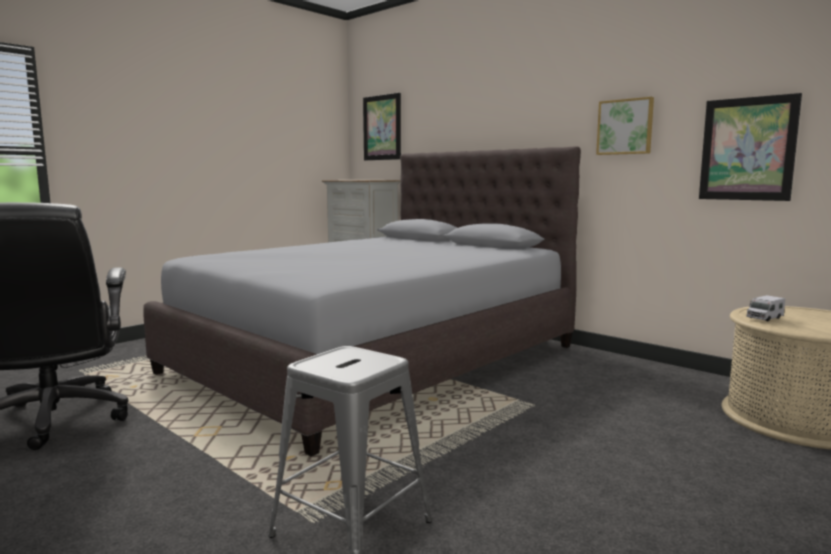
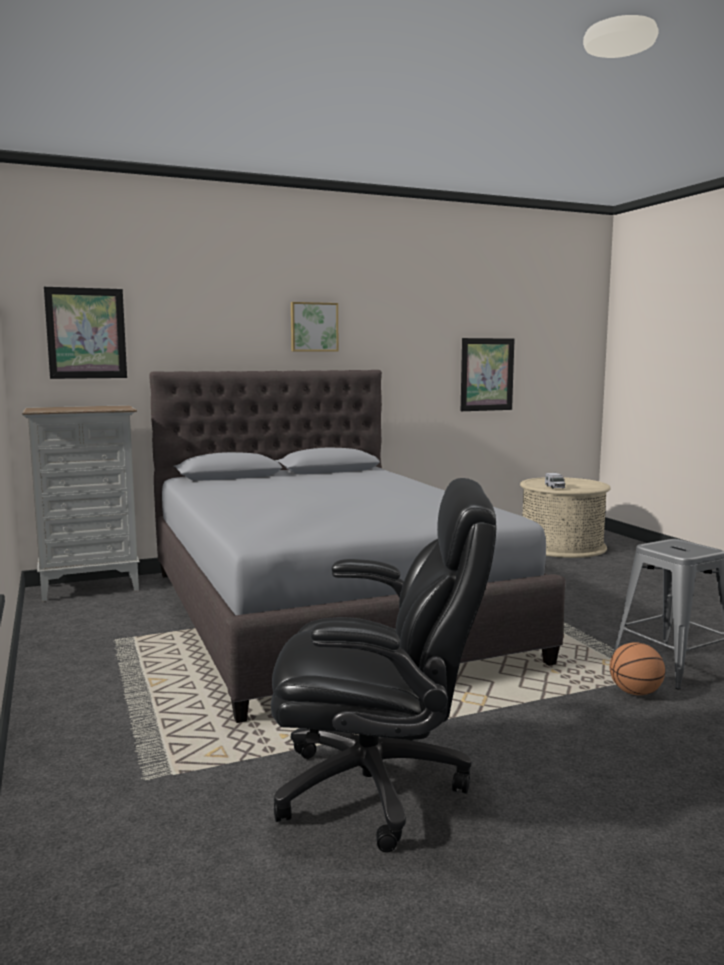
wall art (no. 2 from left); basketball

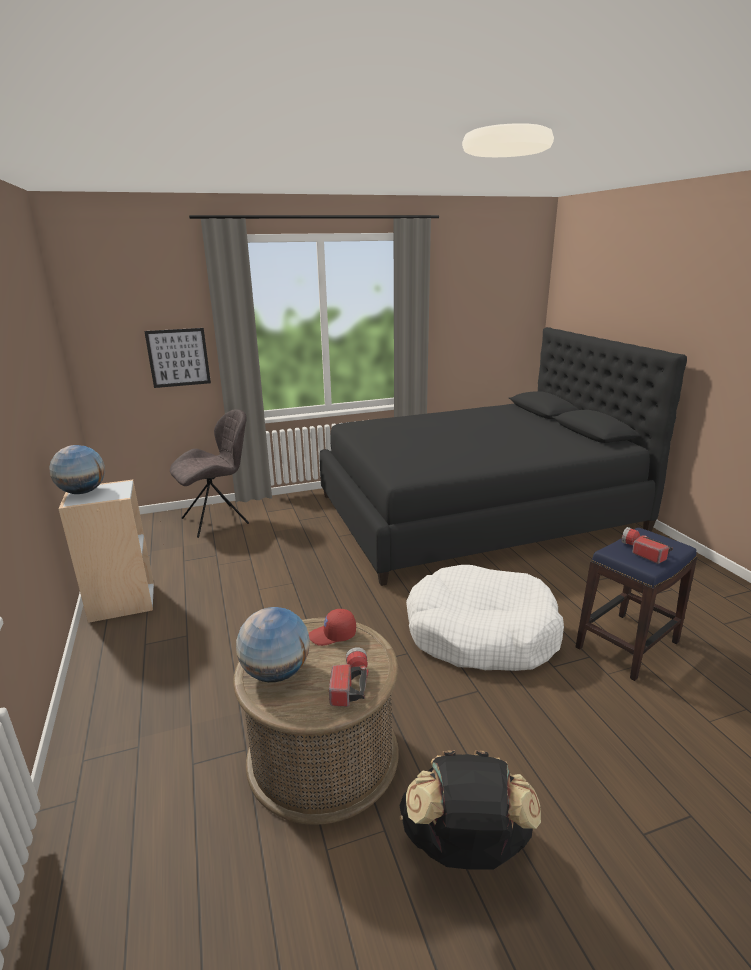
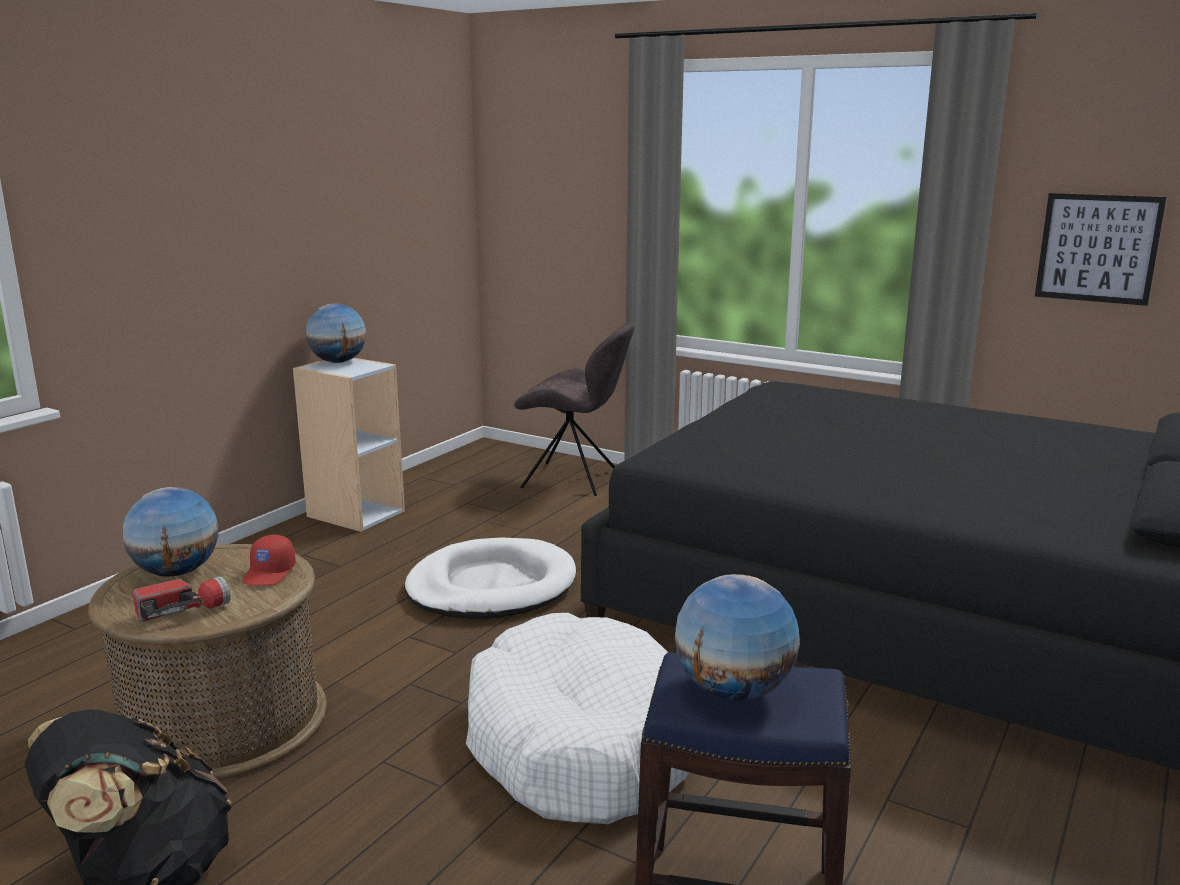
red baseball cap; white-coloured pet bed (no. 1 from left); globe (no. 3 from left); wall art

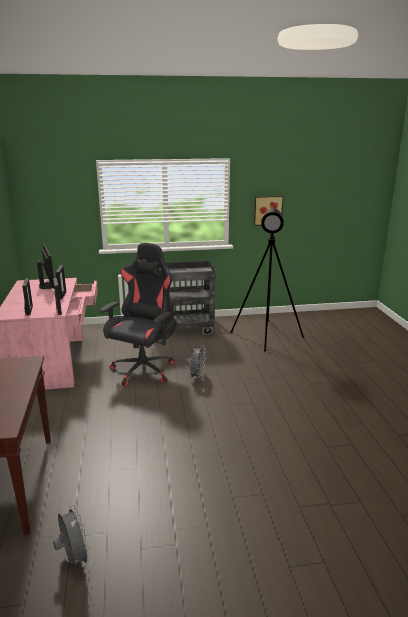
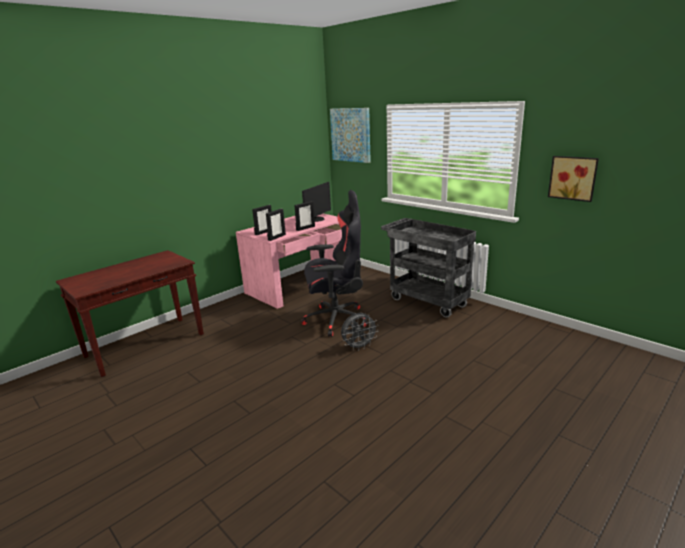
wall art (no. 1 from left); gray electric fan (no. 1 from left in the first image); black floor lamp

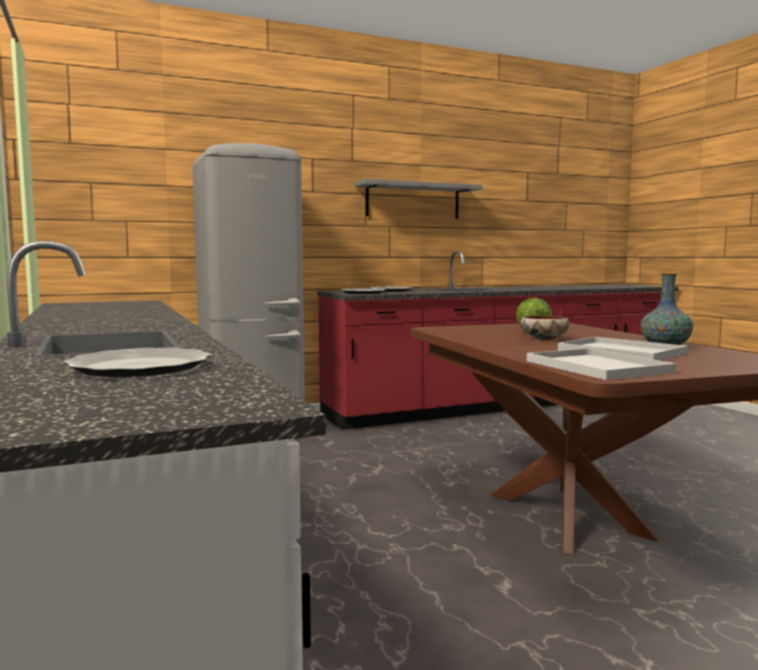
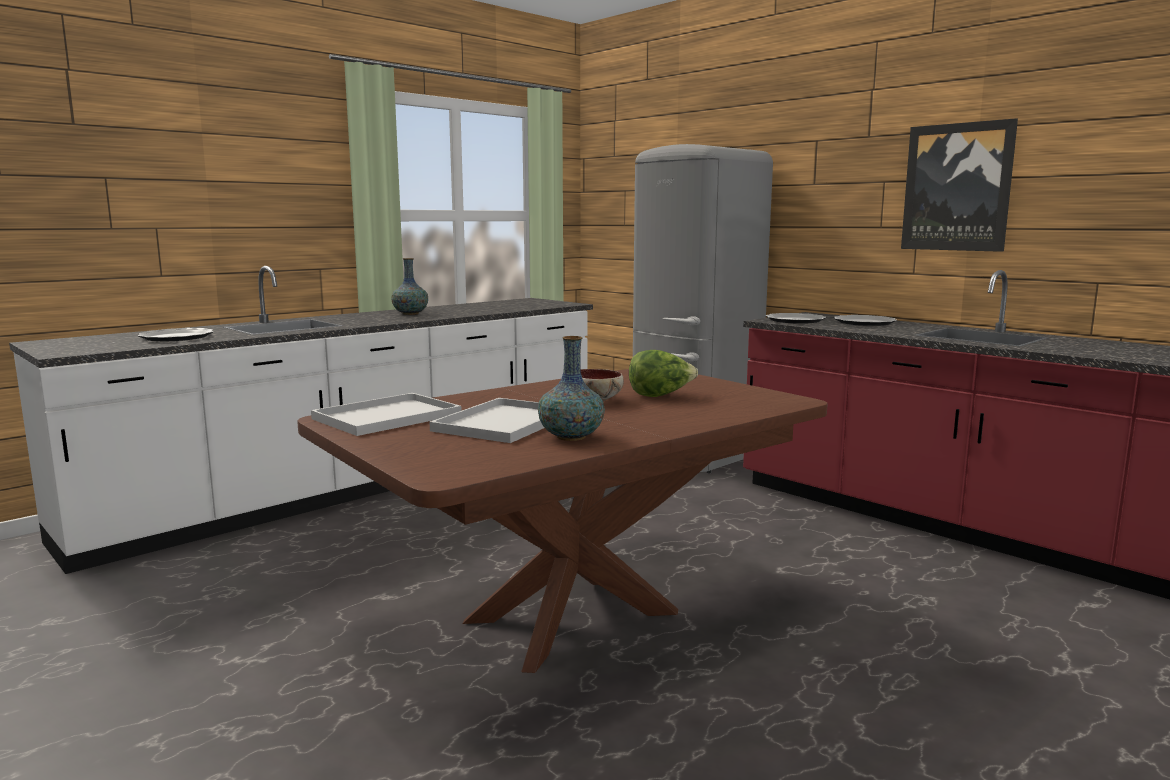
decorative vase (no. 1 from left); wall art

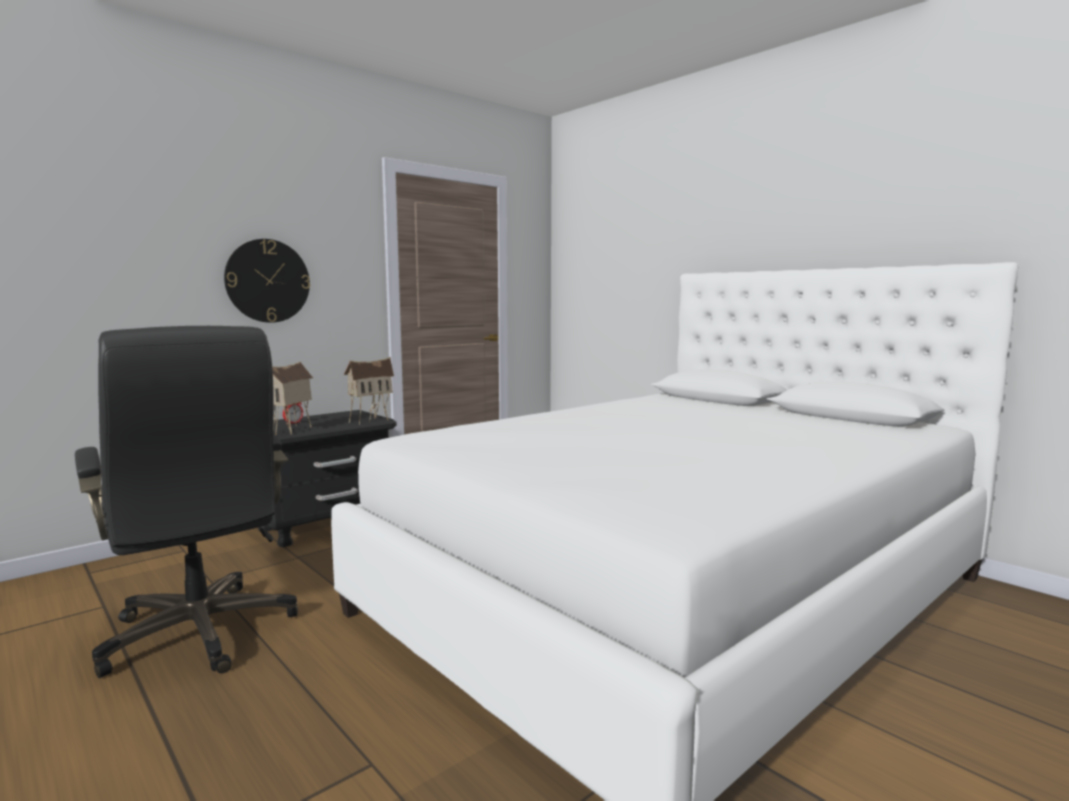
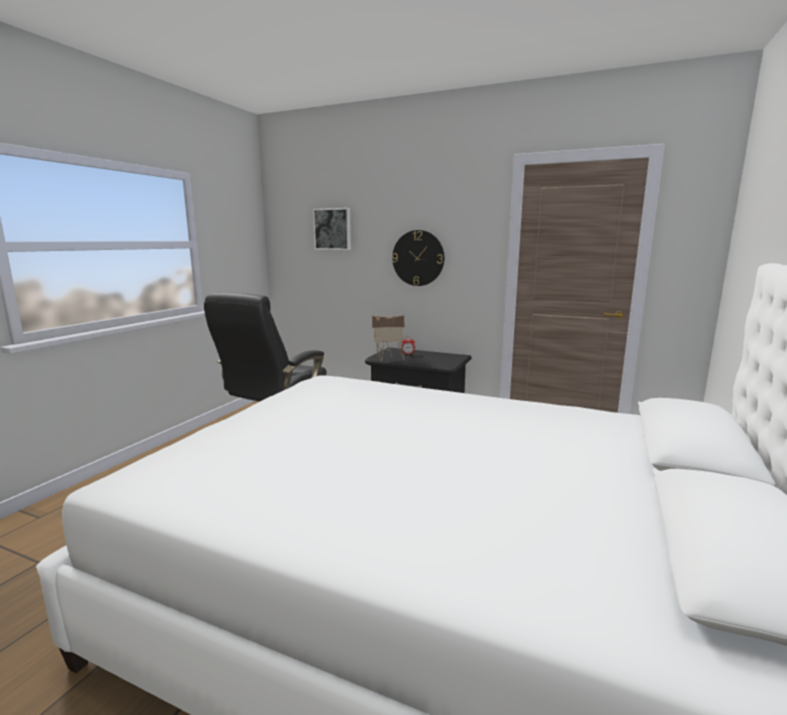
wall art; miniature house (no. 2 from left in the first image)

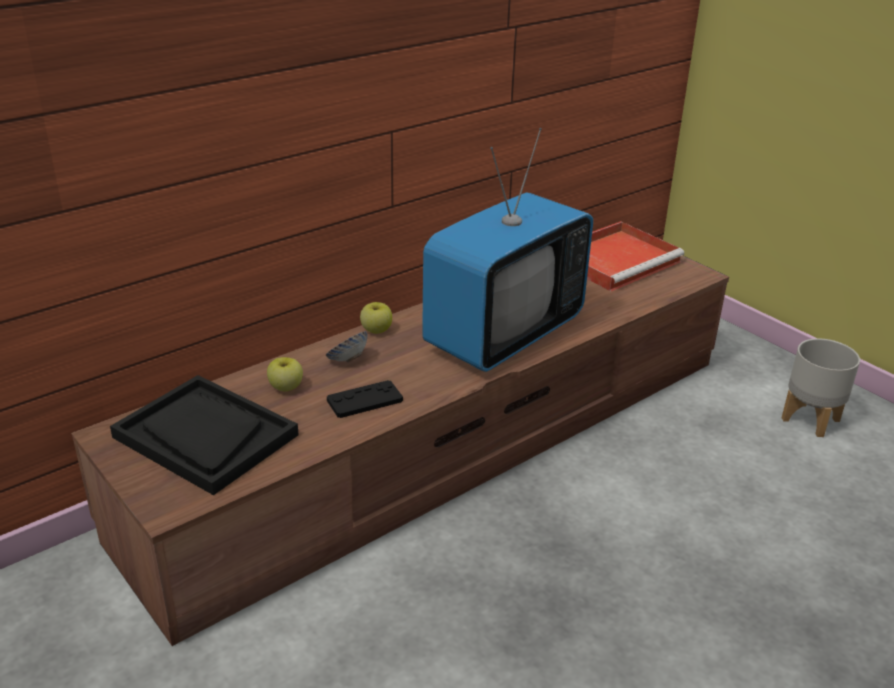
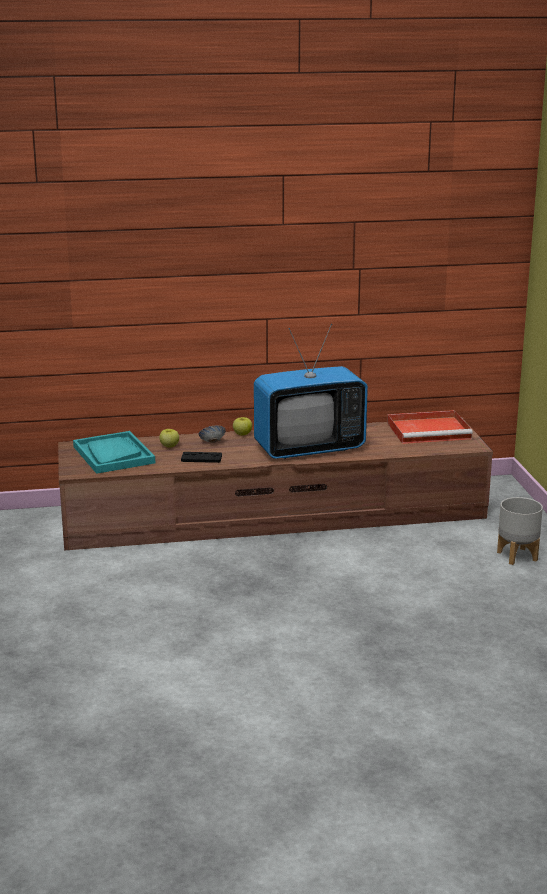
turquoise tray

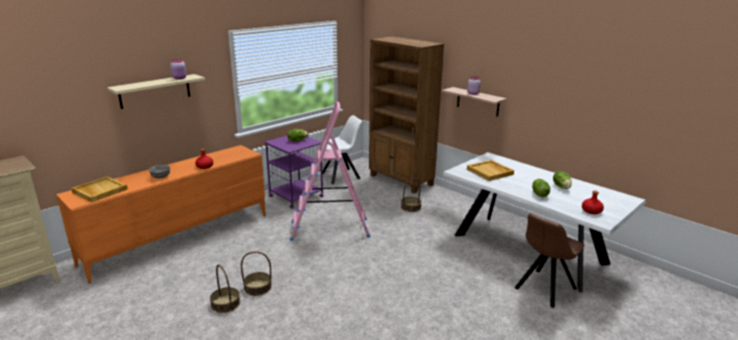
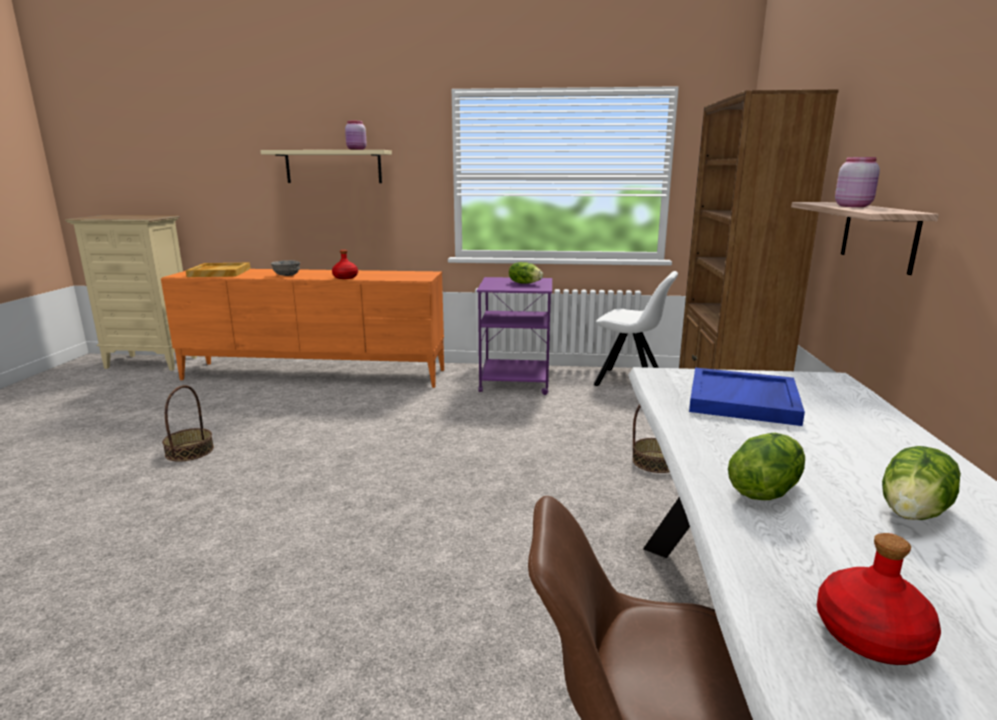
bluish tray; household basket (no. 2 from left in the first image); pinkish step stool

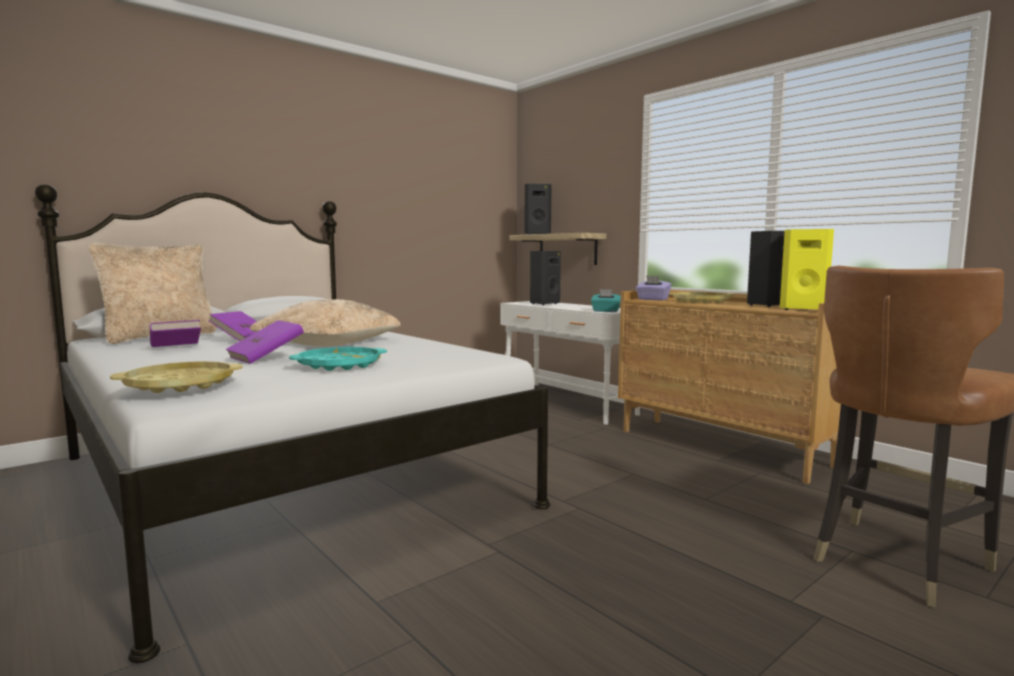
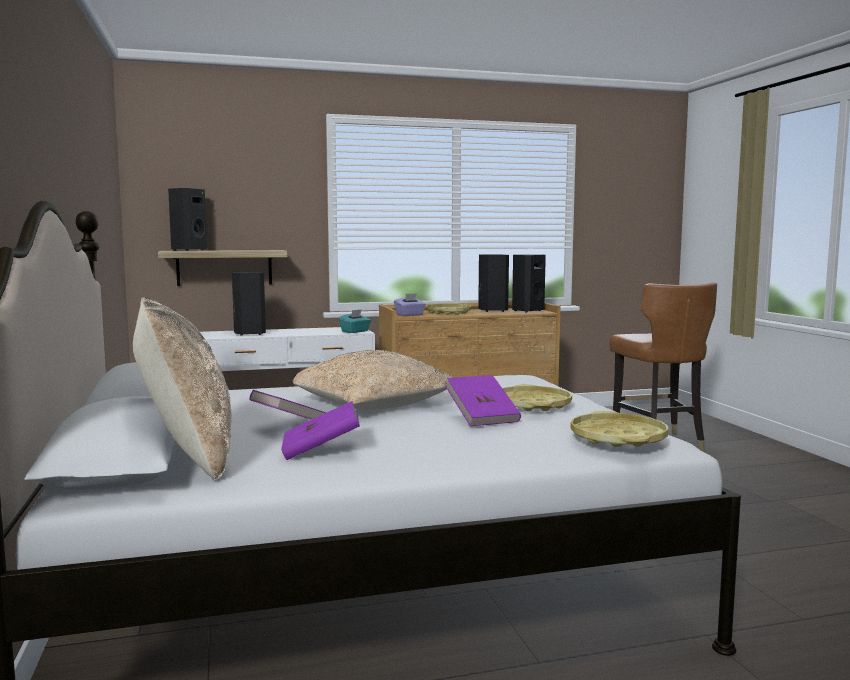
yellow tray (no. 2 from left); black speaker (no. 4 from left)

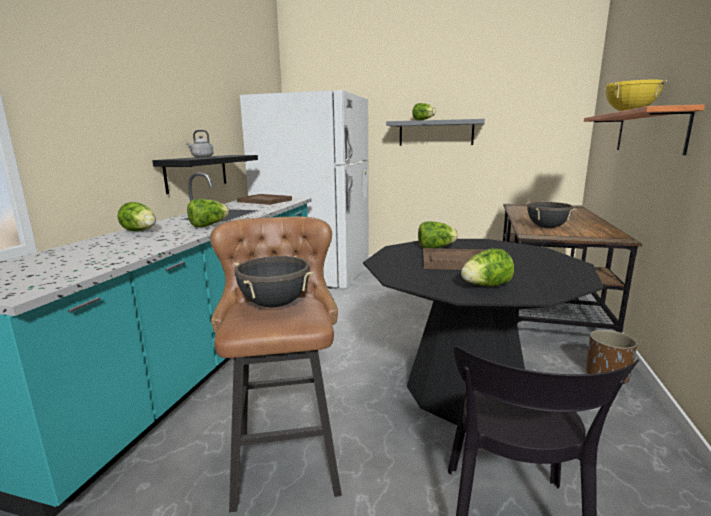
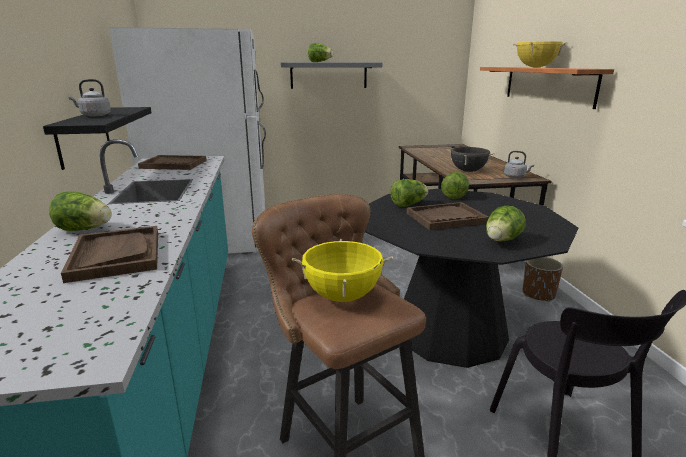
brown-coloured tray (no. 1 from left); yellow saucepot (no. 1 from left); head of lettuce (no. 4 from left); gray kettle (no. 2 from left)

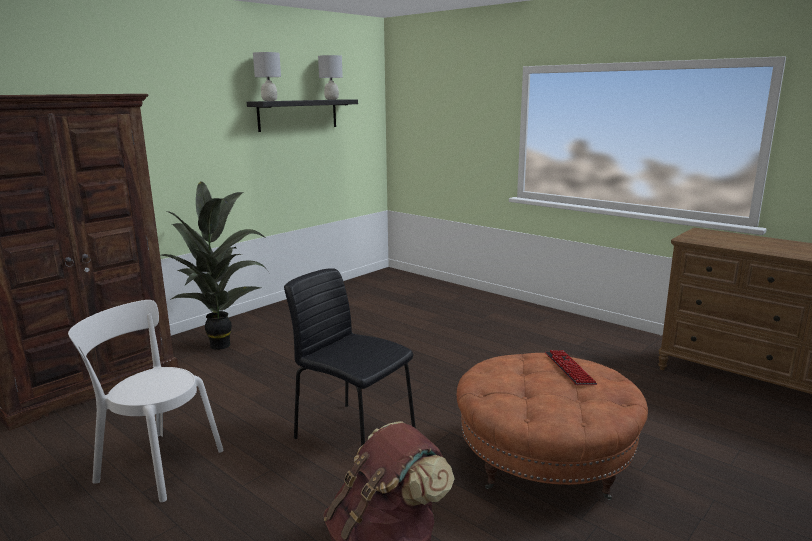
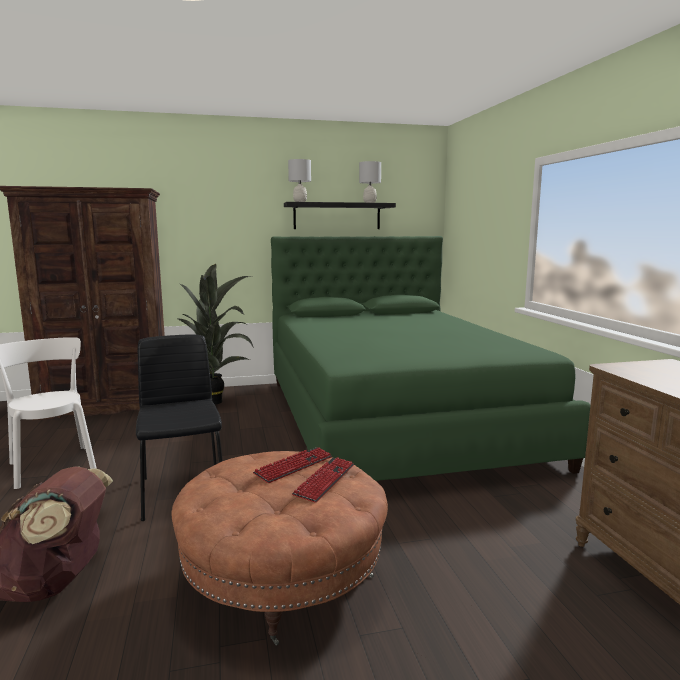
PC keyboard (no. 1 from left); green sleeping bed

